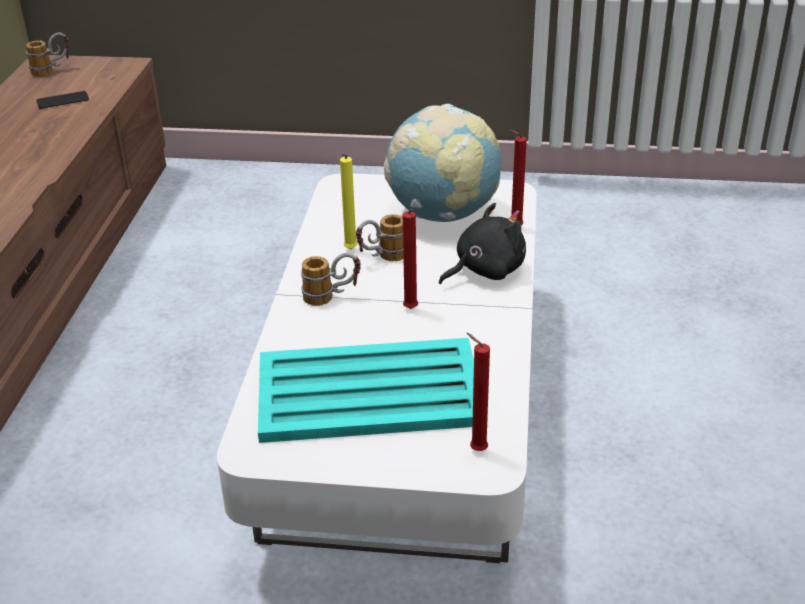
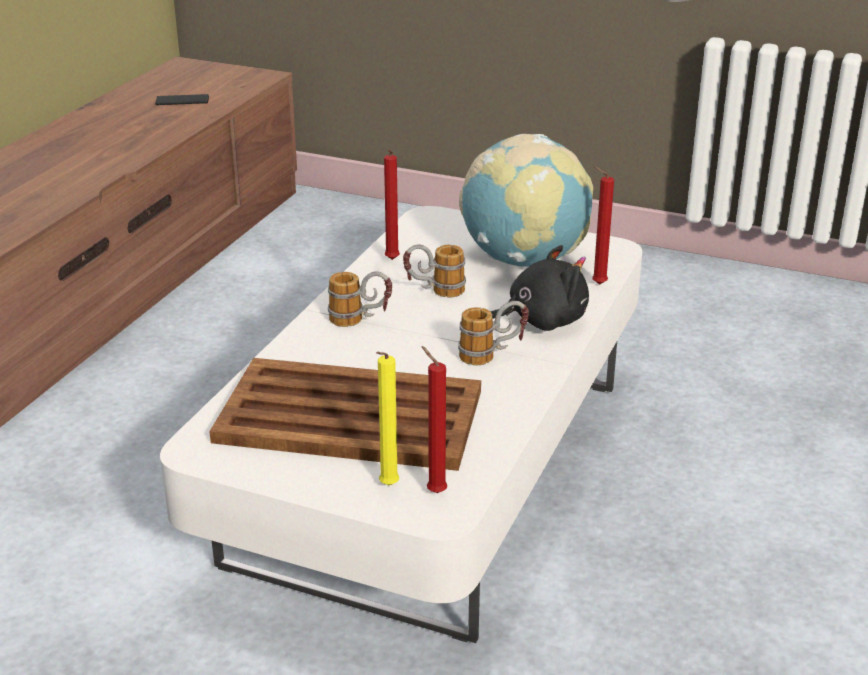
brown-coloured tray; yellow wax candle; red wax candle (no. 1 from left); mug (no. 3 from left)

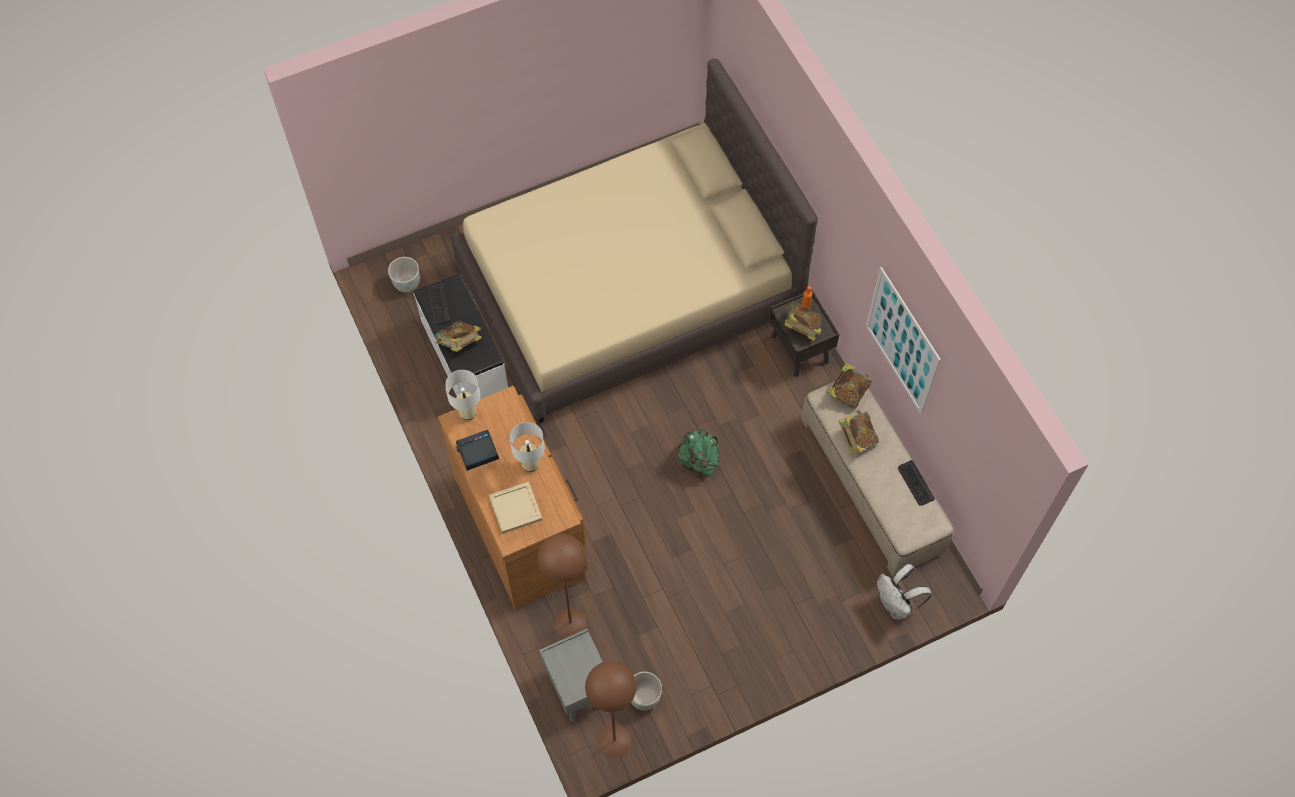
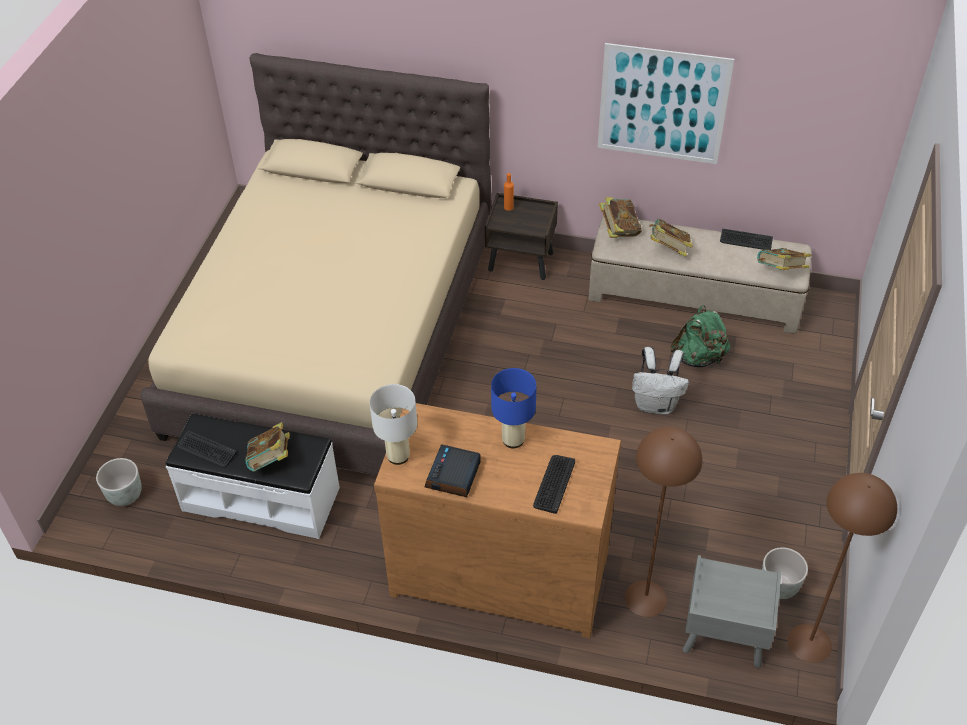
bluish tabletop lamp; PC keyboard (no. 2 from left); white-coloured backpack; green backpack; bound book (no. 4 from left)

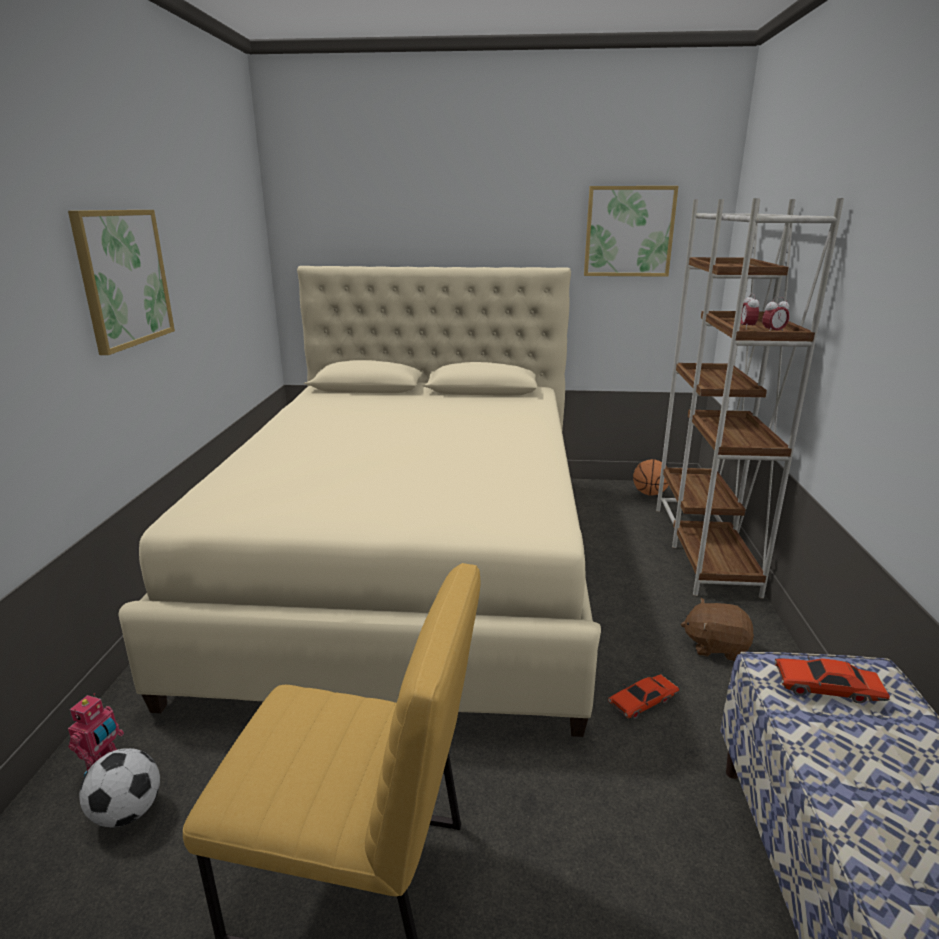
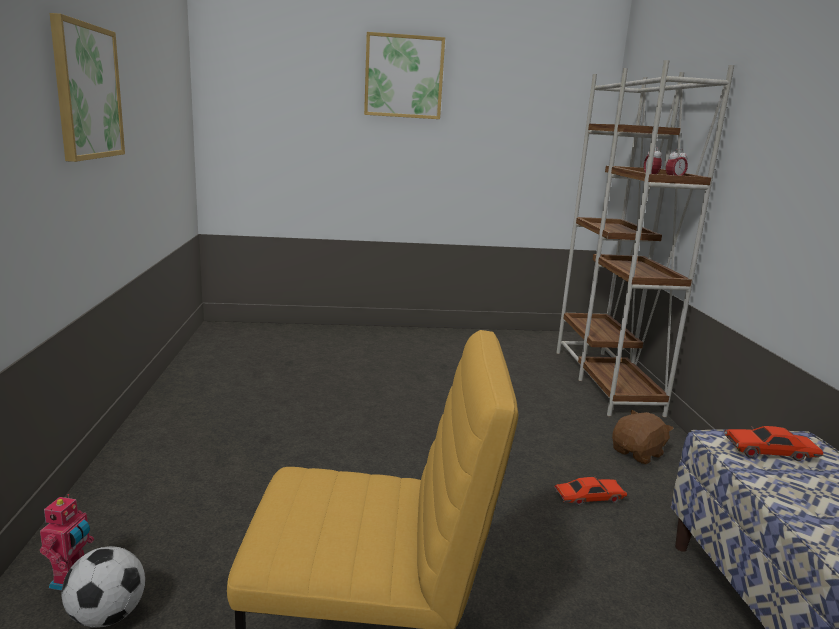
wall art (no. 2 from left); red toy car (no. 1 from left); brown-coloured plush toy; beige sleeping bed; basketball

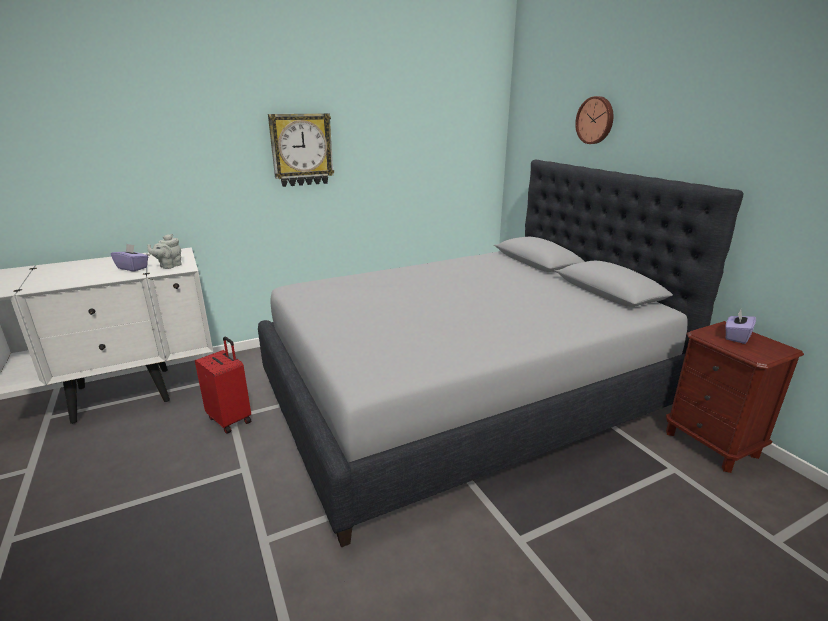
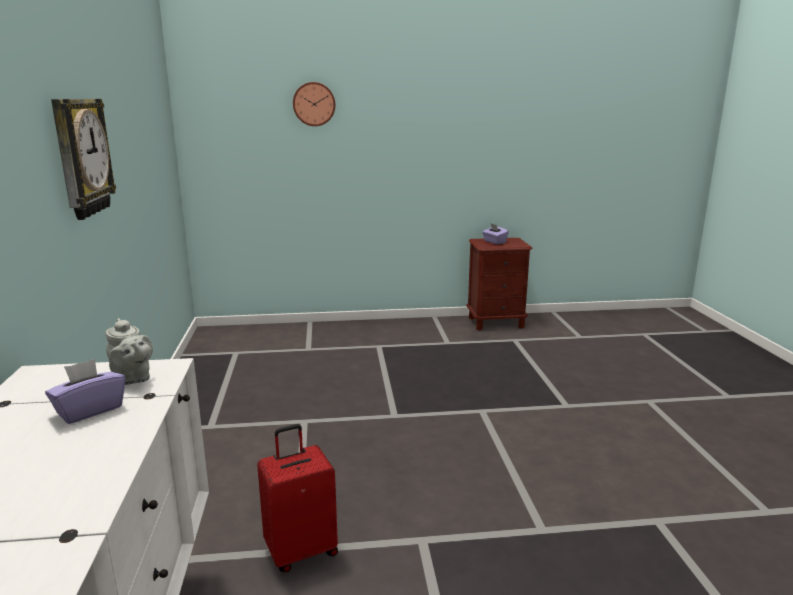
gray sleeping bed

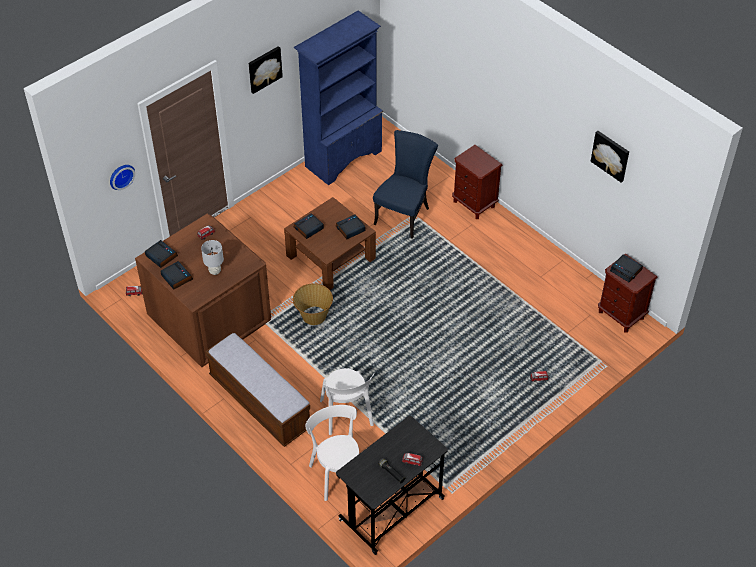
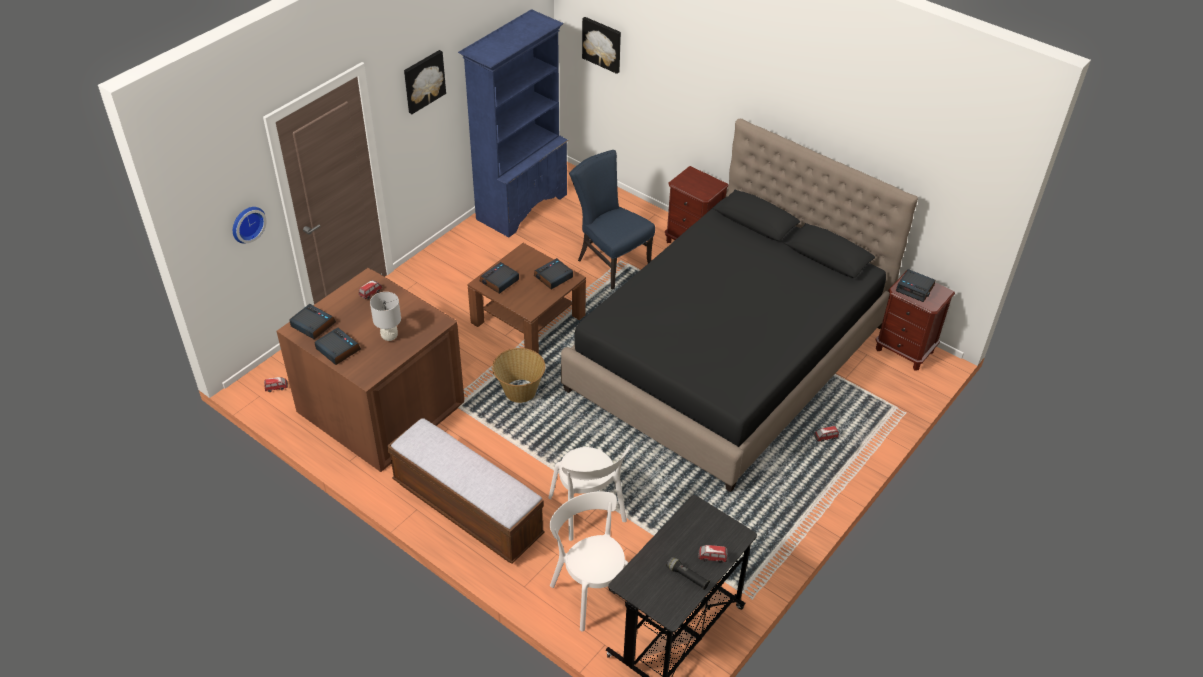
black sleeping bed; bluish chair; wall art (no. 2 from left)

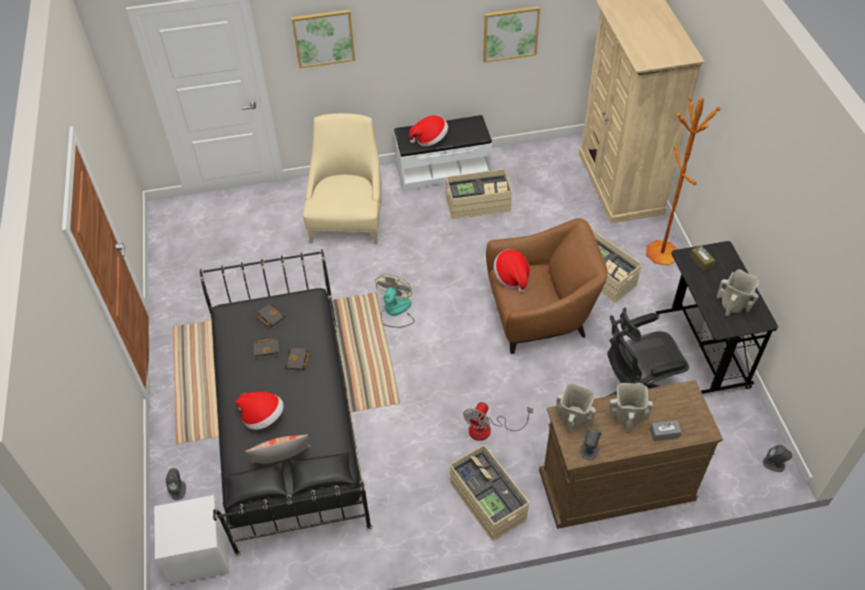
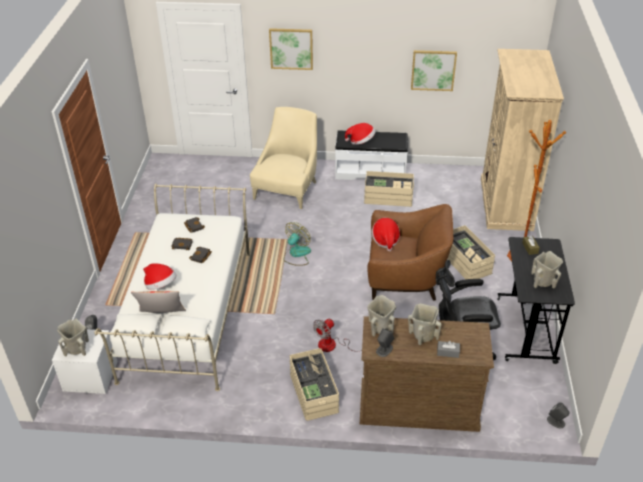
beige decorative vase (no. 1 from left); white-coloured sleeping bed

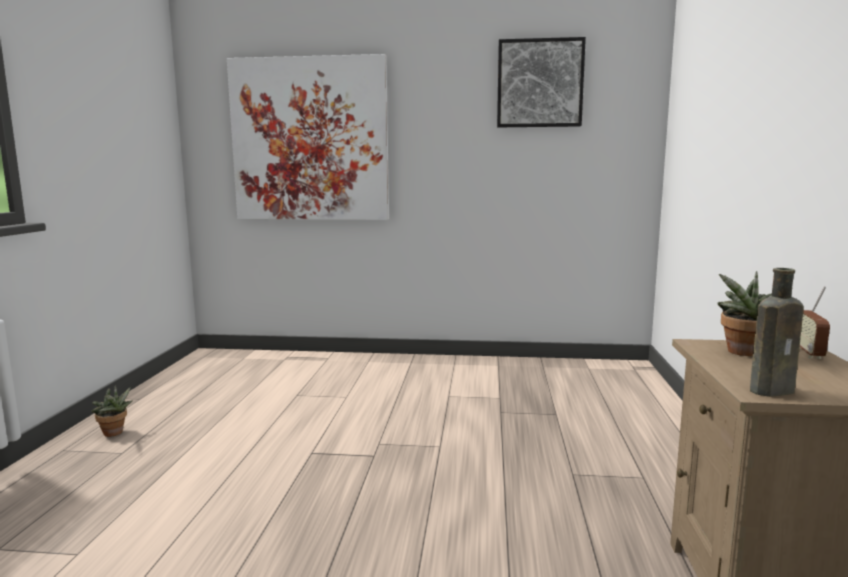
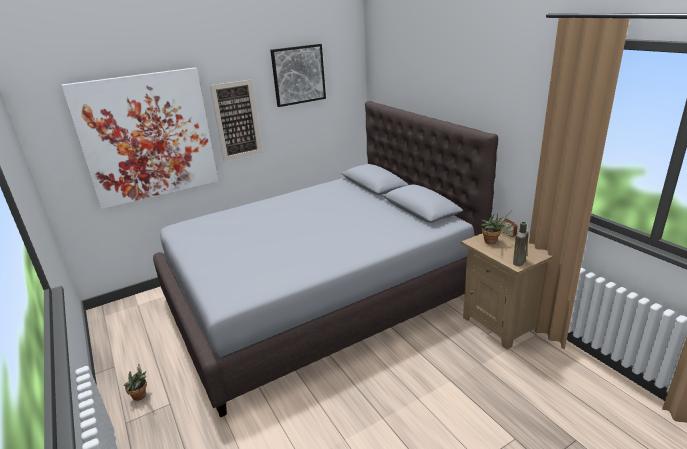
gray sleeping bed; wall art (no. 2 from left)

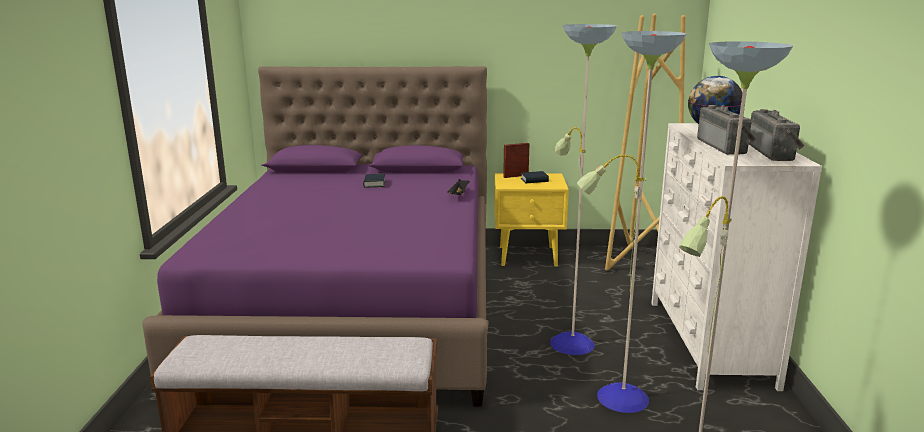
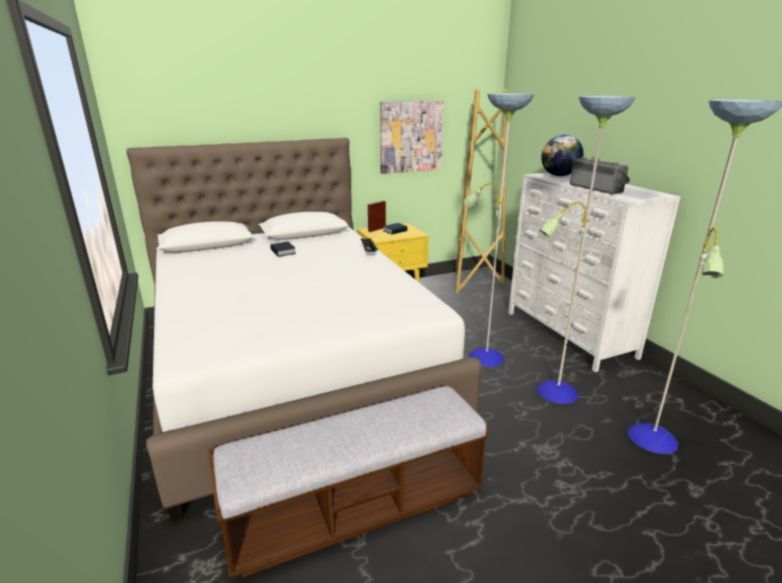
white-coloured sleeping bed; wall art; radio (no. 2 from left in the first image)

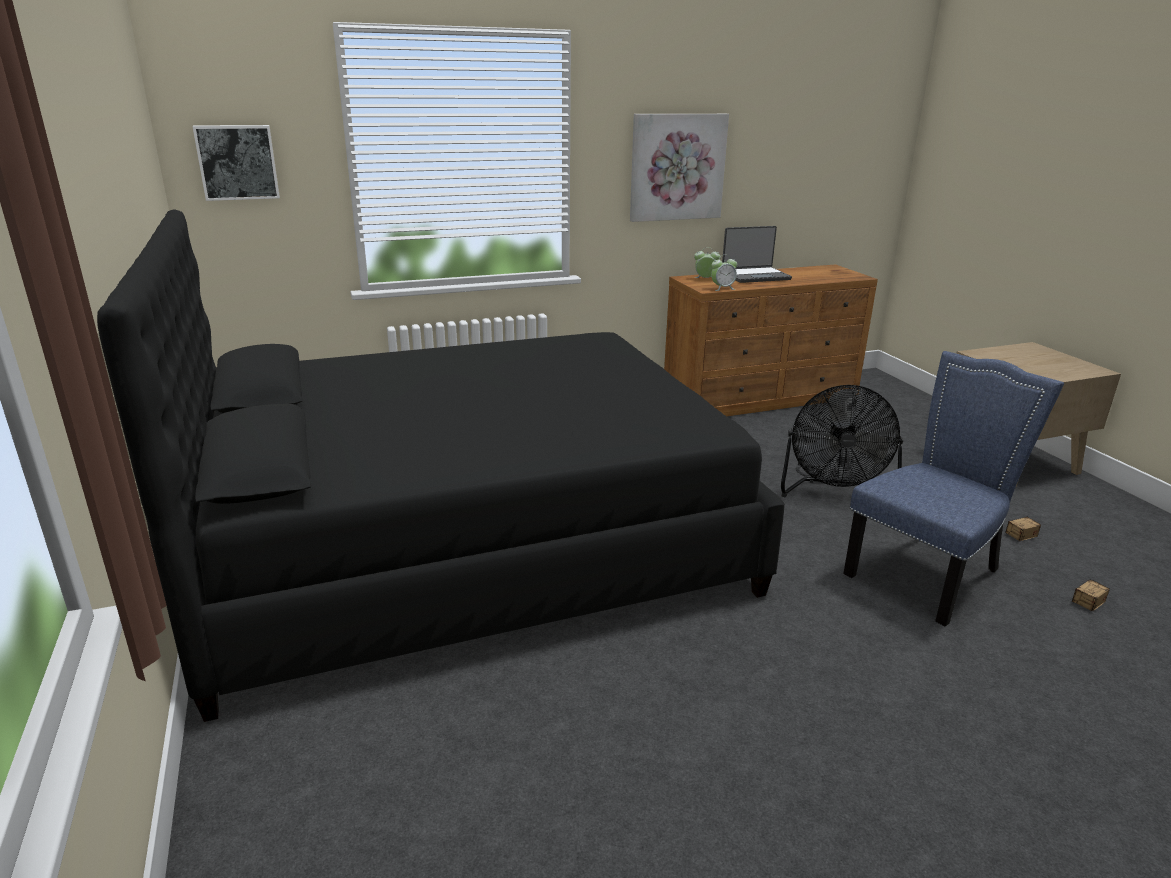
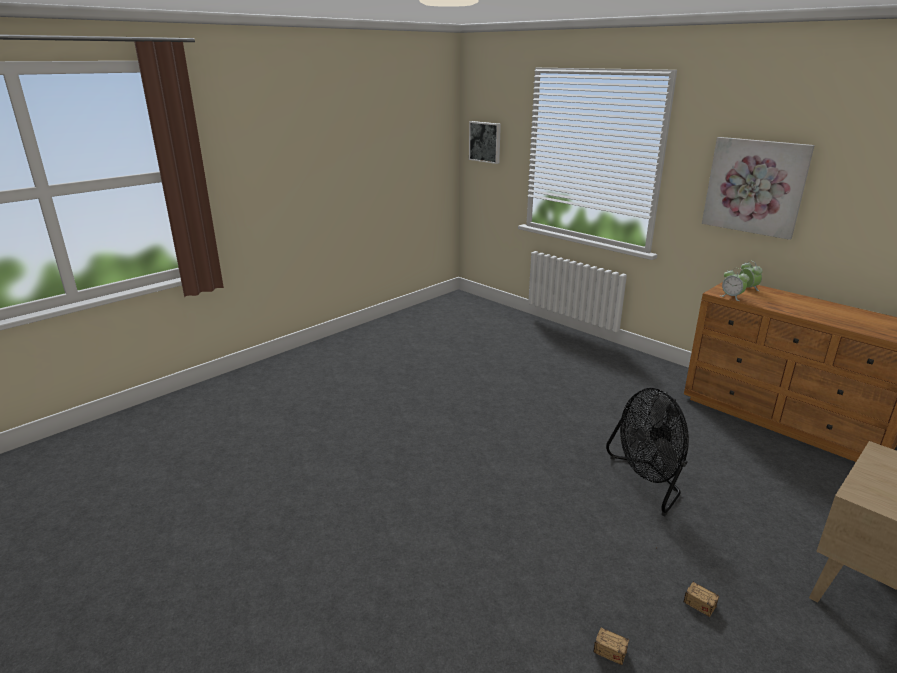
black sleeping bed; notebook computer; bluish chair

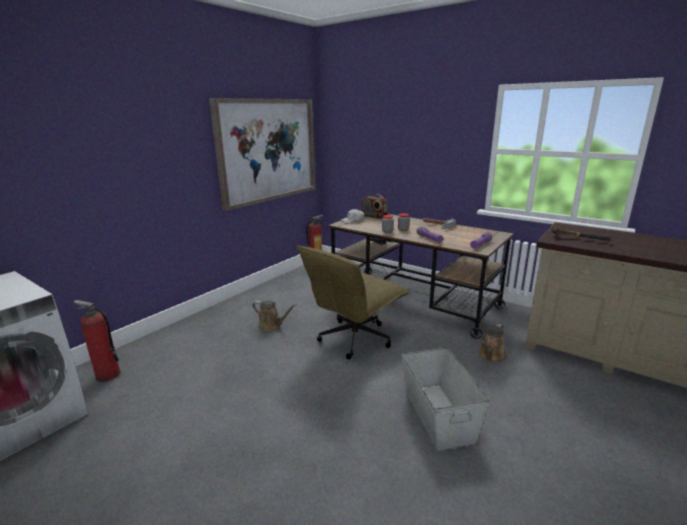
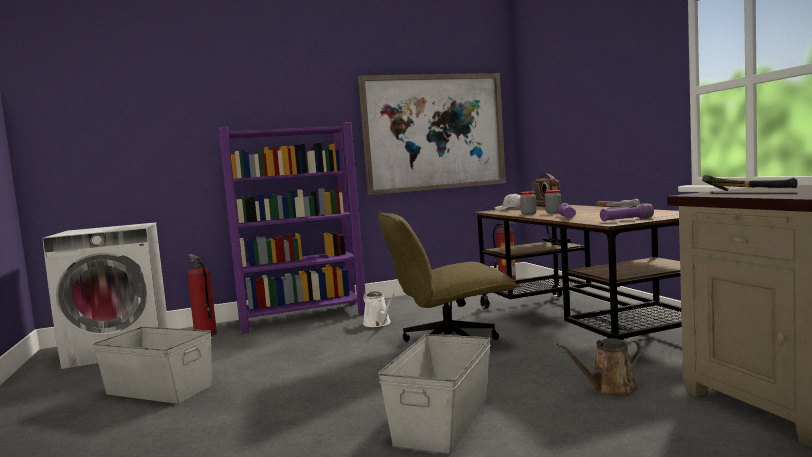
gray storage container (no. 1 from left); purple shelving unit; white-coloured watering can

